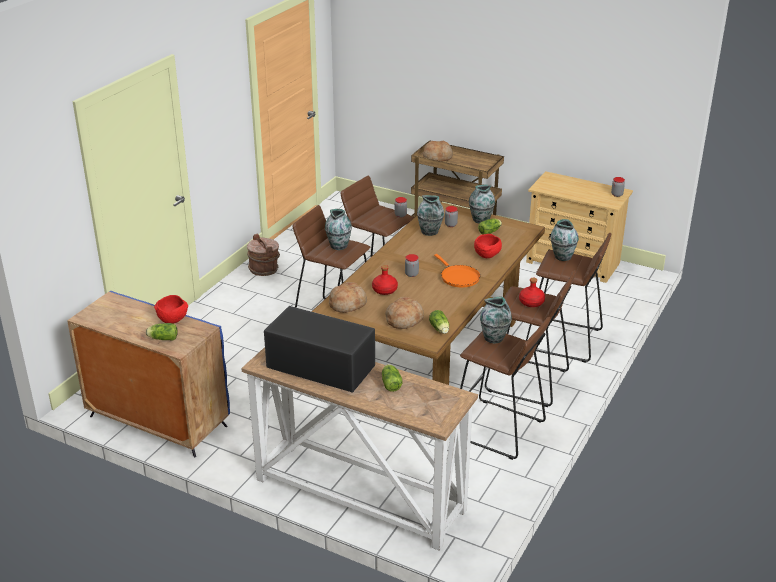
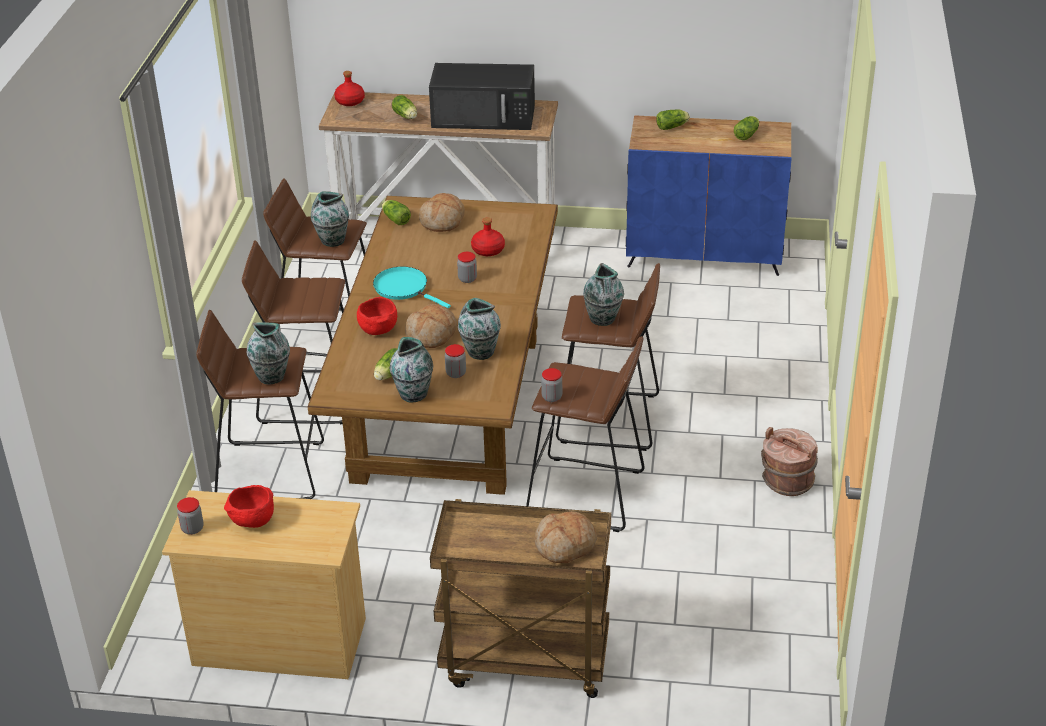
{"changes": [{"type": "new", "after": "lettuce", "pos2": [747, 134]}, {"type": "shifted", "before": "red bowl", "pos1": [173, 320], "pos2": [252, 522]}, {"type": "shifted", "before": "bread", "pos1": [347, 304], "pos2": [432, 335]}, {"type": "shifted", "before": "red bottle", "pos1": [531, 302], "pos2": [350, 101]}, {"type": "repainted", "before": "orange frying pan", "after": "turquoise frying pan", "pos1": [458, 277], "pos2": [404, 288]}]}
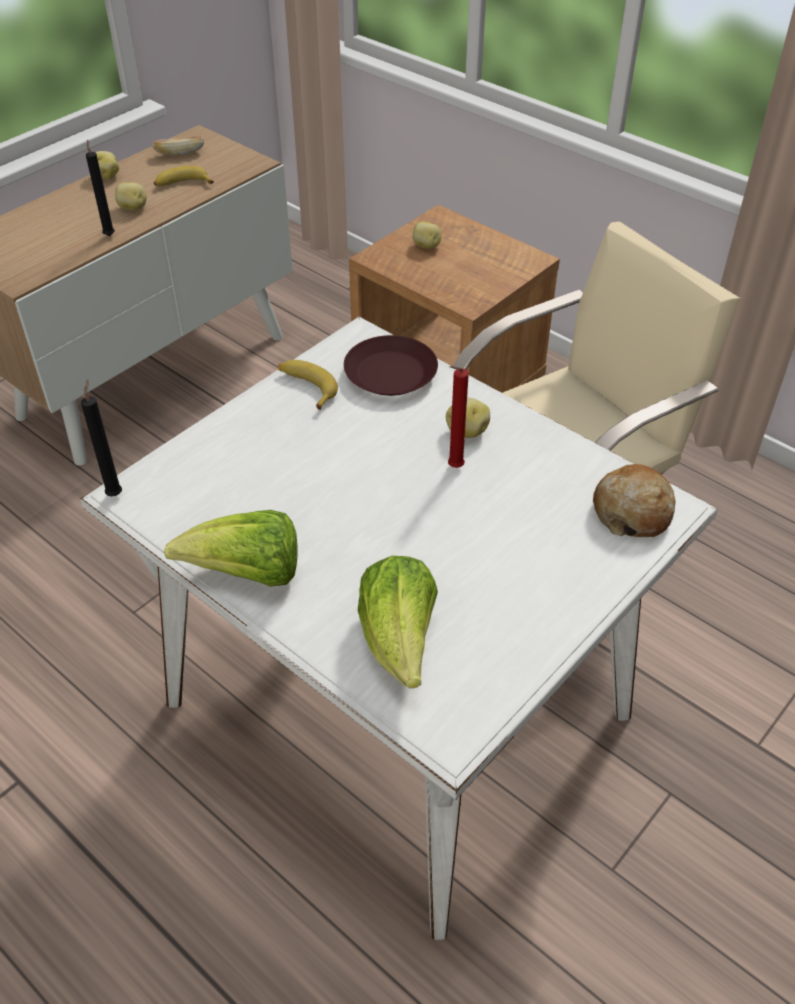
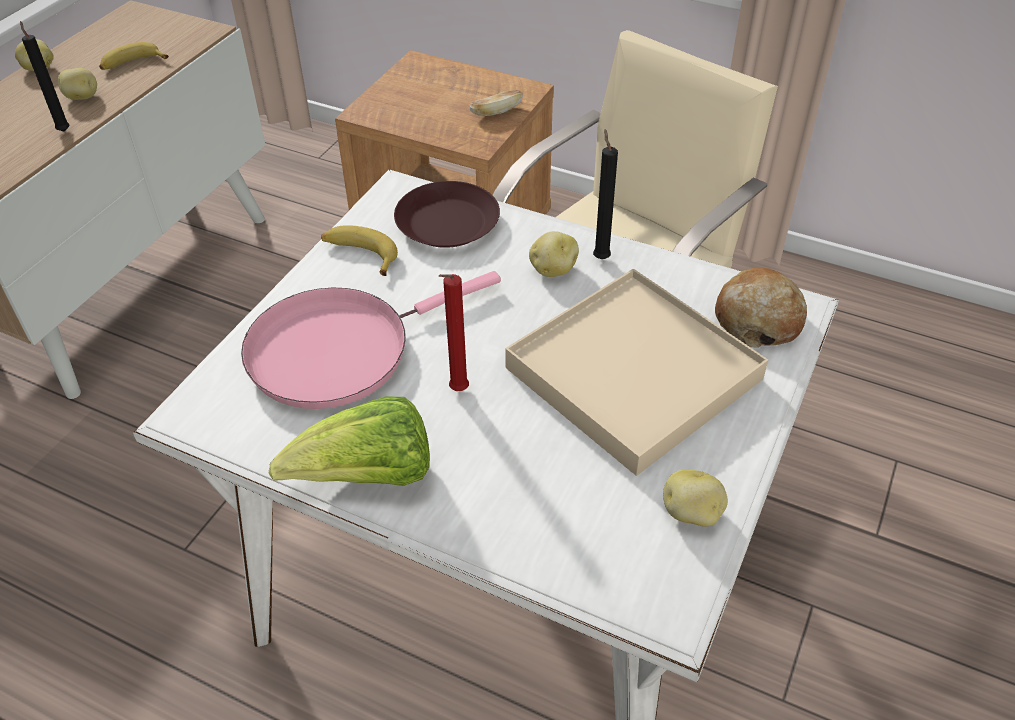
{"changes": [{"type": "gone", "before": "lettuce", "pos1": [399, 641]}, {"type": "new", "after": "pink frying pan", "pos2": [339, 350]}, {"type": "new", "after": "beige tray", "pos2": [632, 373]}, {"type": "shifted", "before": "black candle", "pos1": [115, 493], "pos2": [600, 257]}, {"type": "shifted", "before": "bread", "pos1": [179, 153], "pos2": [496, 112]}, {"type": "shifted", "before": "potato", "pos1": [426, 246], "pos2": [692, 514]}, {"type": "shifted", "before": "red candle", "pos1": [453, 468], "pos2": [456, 391]}]}
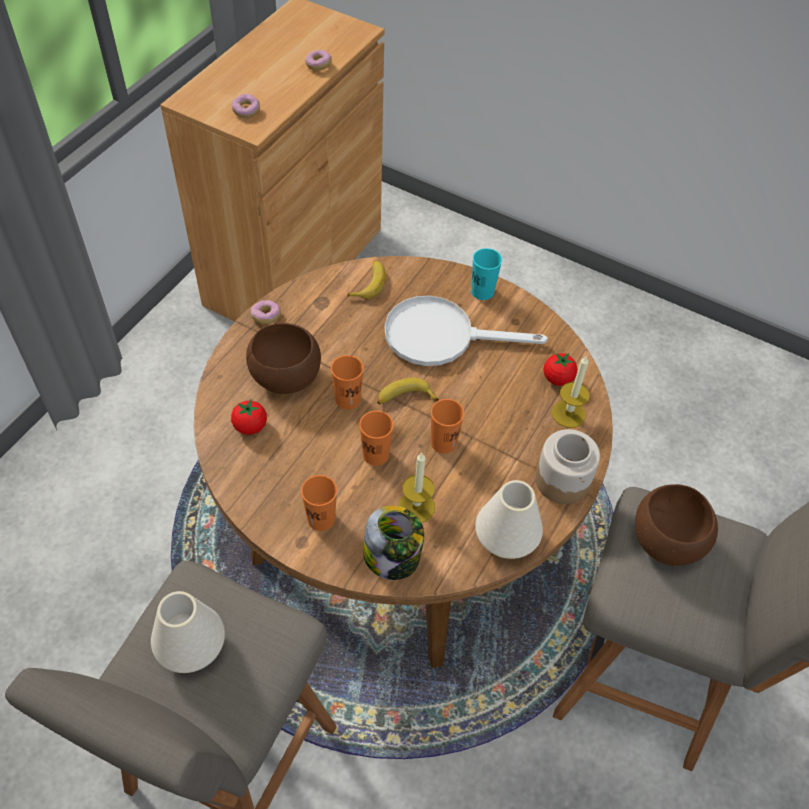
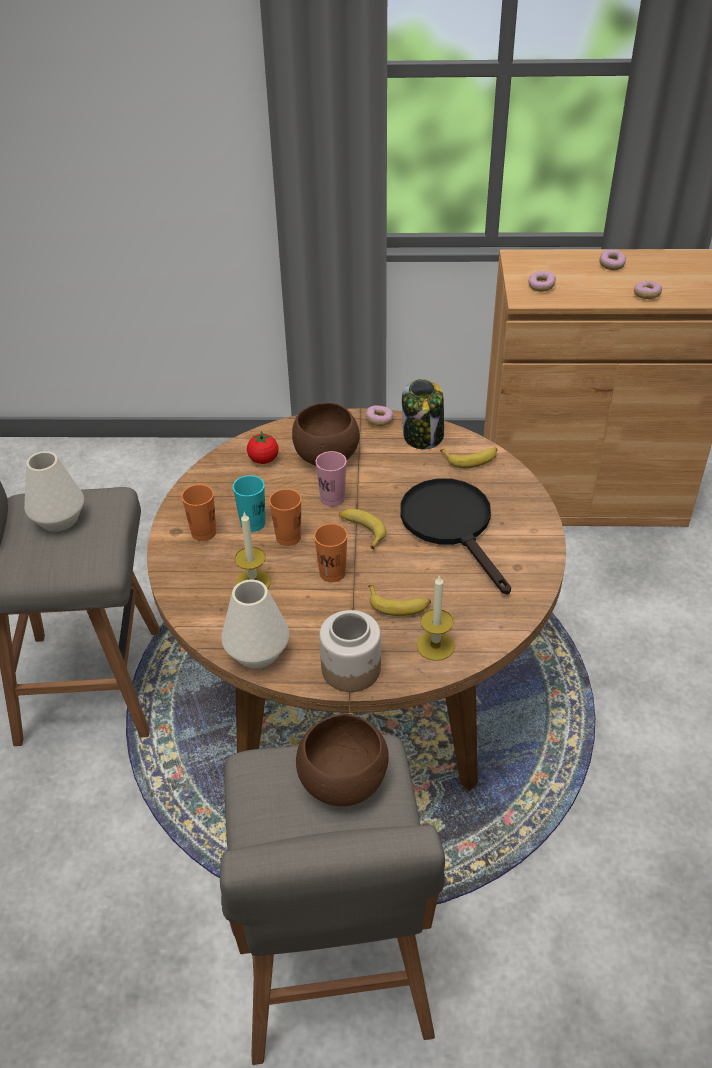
{"changes": [{"type": "gone", "before": "tomato", "pos1": [557, 378]}, {"type": "new", "after": "banana", "pos2": [399, 605]}, {"type": "new", "after": "donut", "pos2": [611, 265]}, {"type": "shifted", "before": "jar", "pos1": [392, 557], "pos2": [423, 436]}, {"type": "shifted", "before": "turquoise cup", "pos1": [482, 292], "pos2": [253, 523]}, {"type": "repainted", "before": "orange cup", "after": "pink cup", "pos1": [347, 399], "pos2": [332, 499]}, {"type": "repainted", "before": "white frying pan", "after": "black frying pan", "pos1": [441, 336], "pos2": [452, 526]}]}
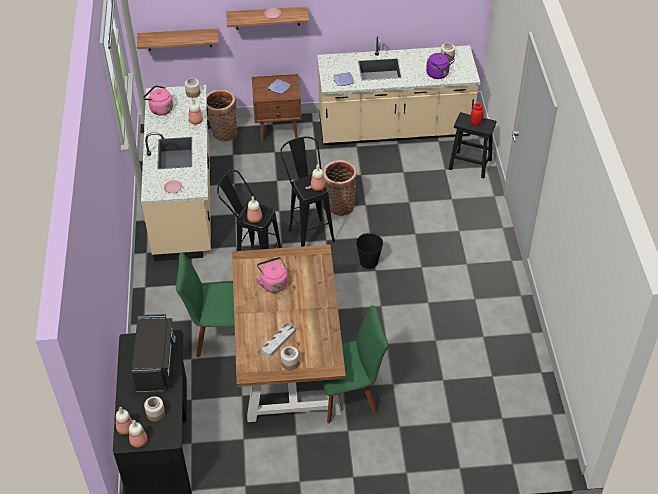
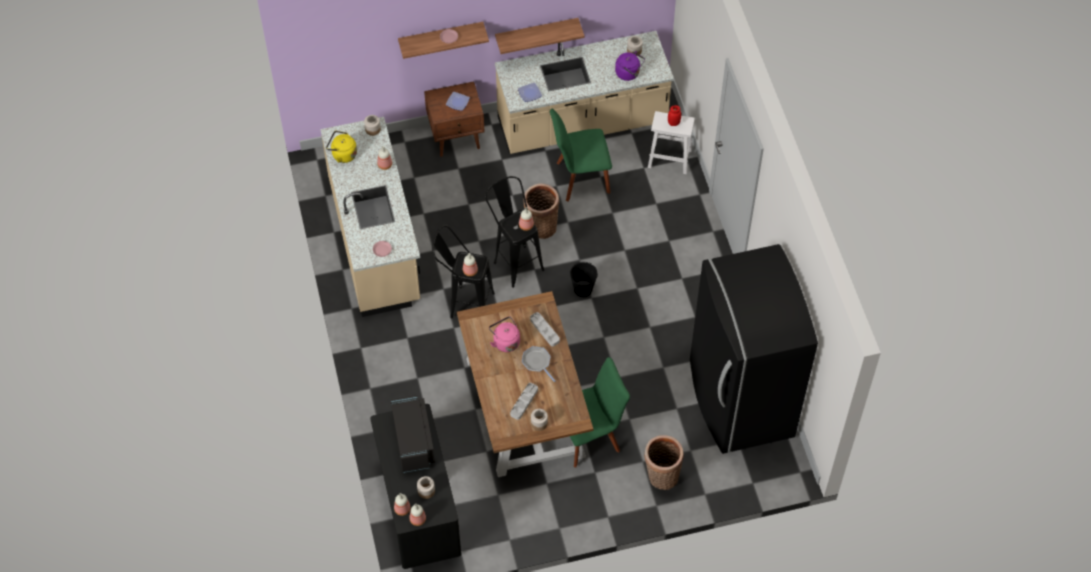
{"changes": [{"type": "new", "after": "frying pan", "pos2": [537, 362]}, {"type": "new", "after": "grey tray", "pos2": [544, 330]}, {"type": "new", "after": "black fridge", "pos2": [739, 399]}, {"type": "shifted", "before": "shelf", "pos1": [179, 39], "pos2": [536, 33]}, {"type": "shifted", "before": "green chair", "pos1": [218, 335], "pos2": [580, 178]}, {"type": "shifted", "before": "basket", "pos1": [223, 133], "pos2": [661, 476]}, {"type": "repainted", "before": "pink kettle", "after": "yellow kettle", "pos1": [160, 109], "pos2": [342, 154]}, {"type": "repainted", "before": "black stool", "after": "white stool", "pos1": [471, 164], "pos2": [670, 158]}]}
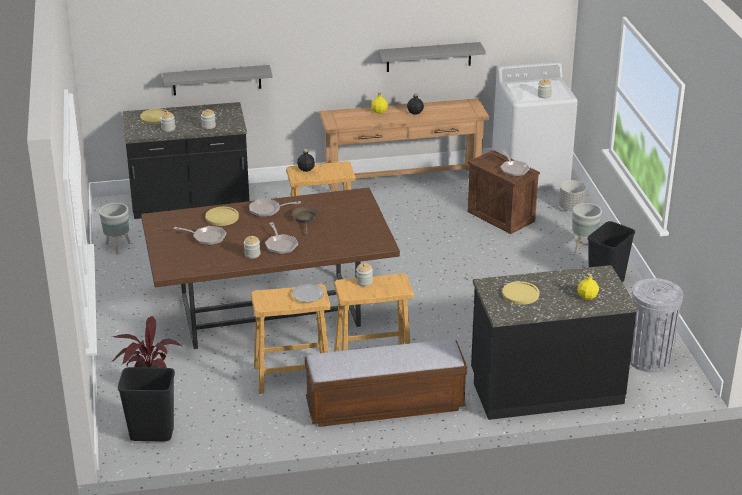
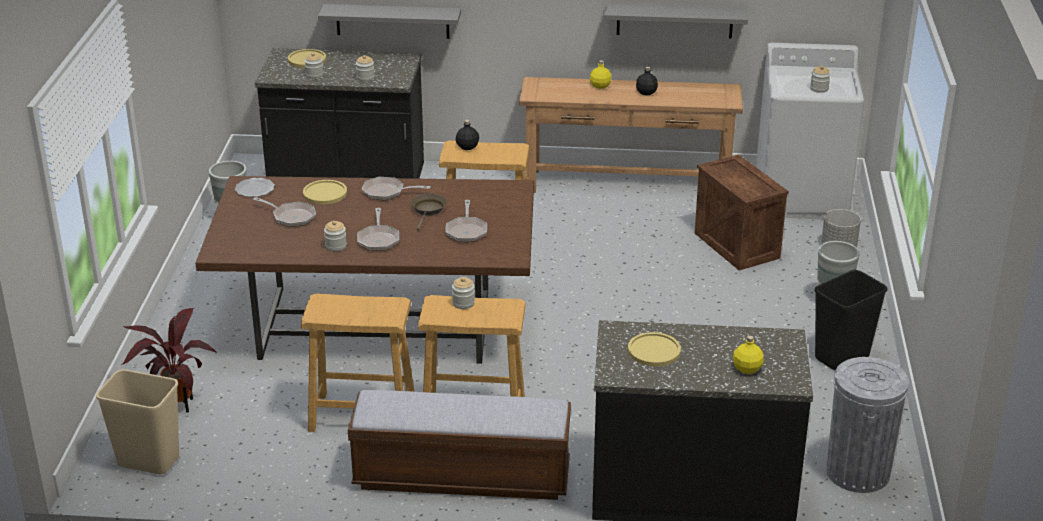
{"changes": [{"type": "shifted", "before": "plate", "pos1": [307, 294], "pos2": [254, 189]}, {"type": "shifted", "before": "frying pan", "pos1": [513, 169], "pos2": [466, 231]}, {"type": "repainted", "before": "black trash can", "after": "beige trash can", "pos1": [151, 434], "pos2": [148, 462]}]}
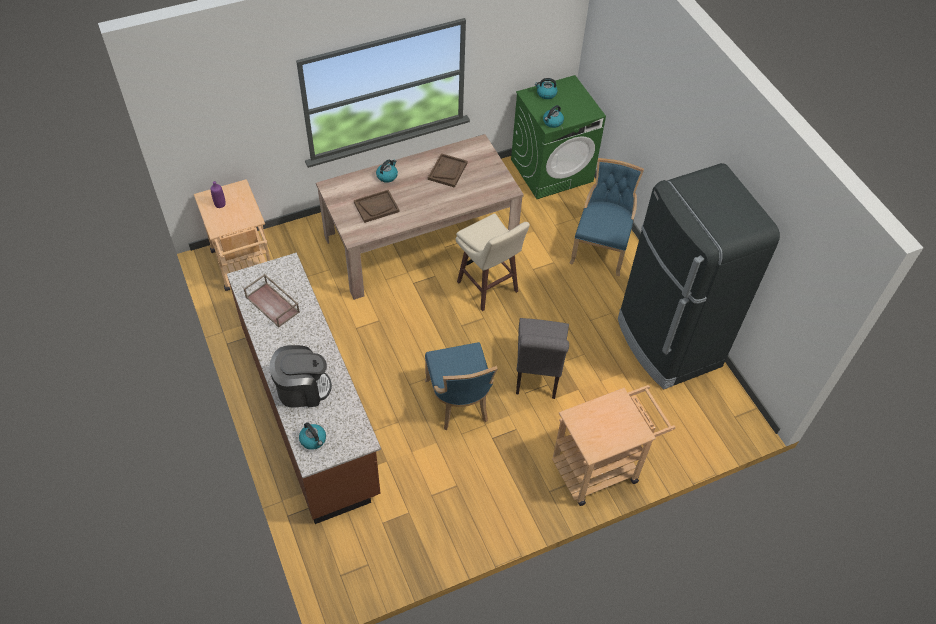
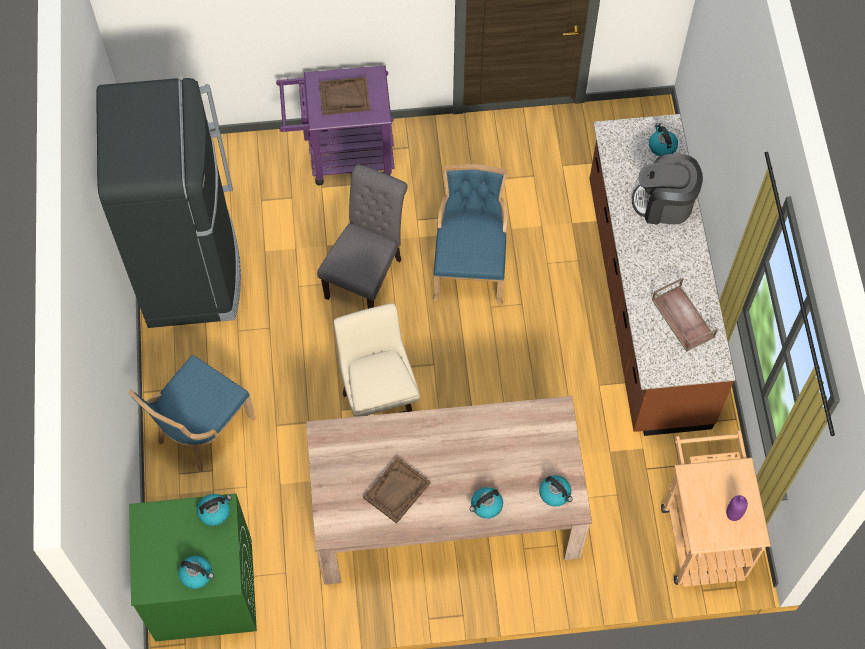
{"changes": [{"type": "new", "after": "kettle", "pos2": [555, 493]}, {"type": "shifted", "before": "brown tray", "pos1": [376, 207], "pos2": [344, 97]}, {"type": "repainted", "before": "beige cart", "after": "purple cart", "pos1": [602, 467], "pos2": [342, 156]}]}
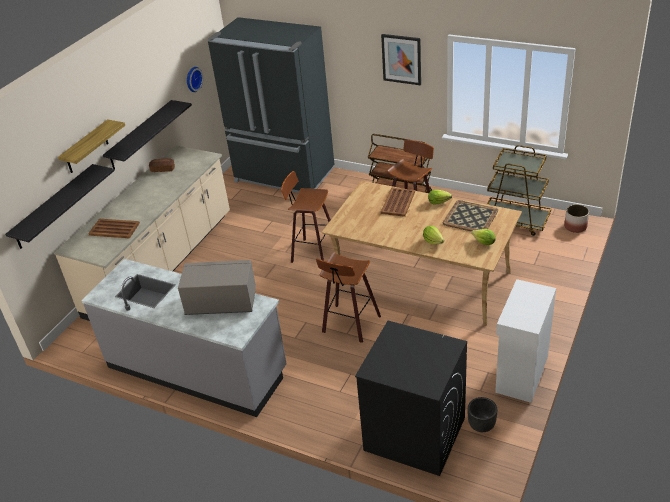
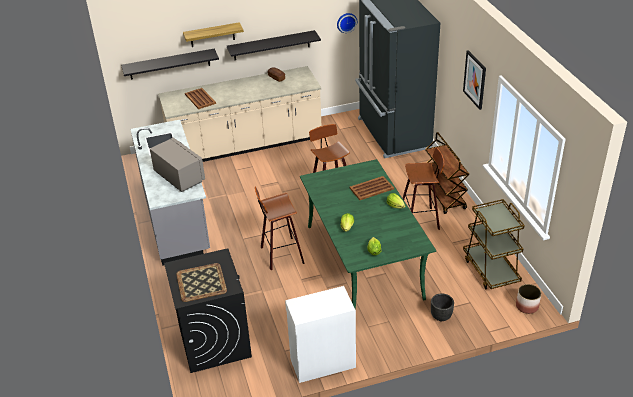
{"changes": [{"type": "shifted", "before": "tray", "pos1": [471, 217], "pos2": [202, 283]}, {"type": "shifted", "before": "black planter", "pos1": [482, 426], "pos2": [441, 317]}, {"type": "repainted", "before": "beige dining table", "after": "green dining table", "pos1": [422, 280], "pos2": [363, 261]}]}
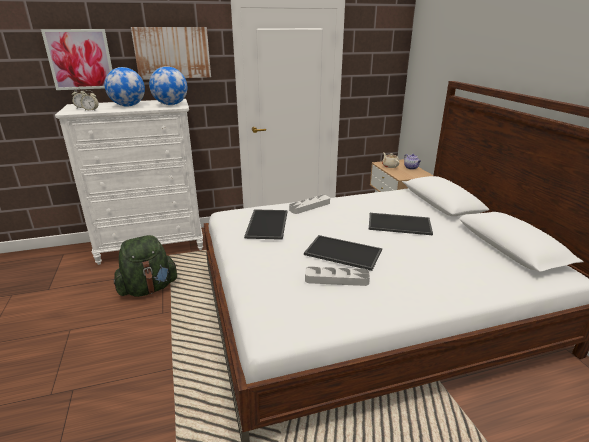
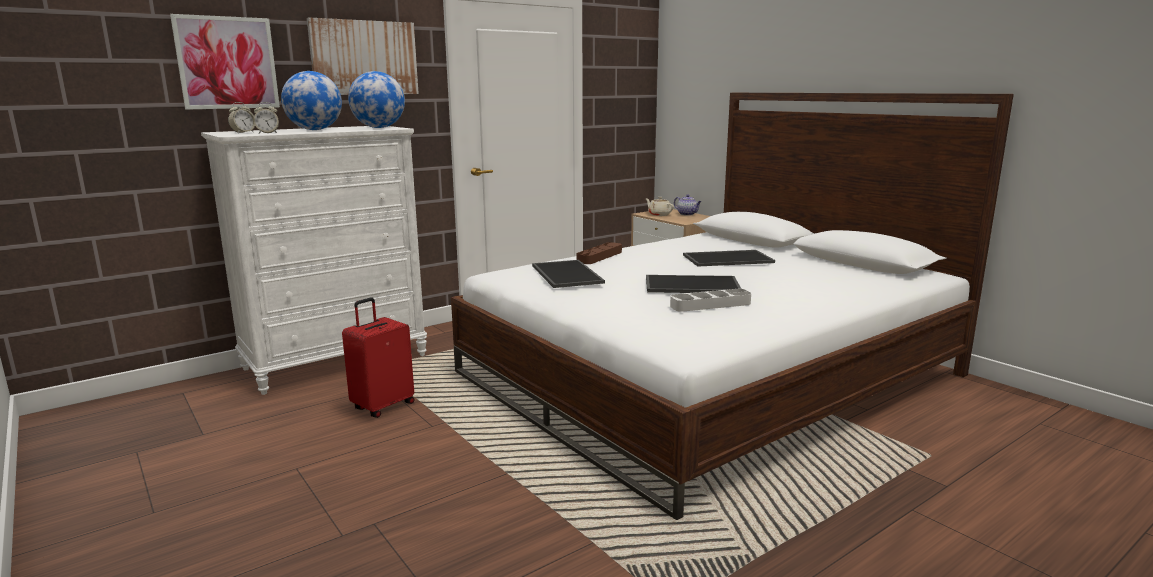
{"changes": [{"type": "swapped", "before": "green backpack", "after": "red suitcase", "pos1": [148, 289], "pos2": [382, 406]}, {"type": "repainted", "before": "grey tray", "after": "brown tray", "pos1": [310, 206], "pos2": [599, 257]}]}
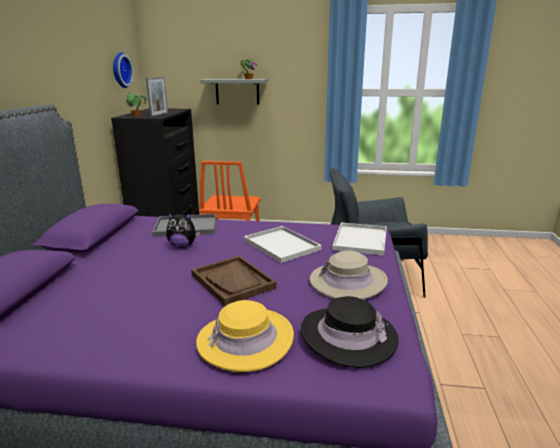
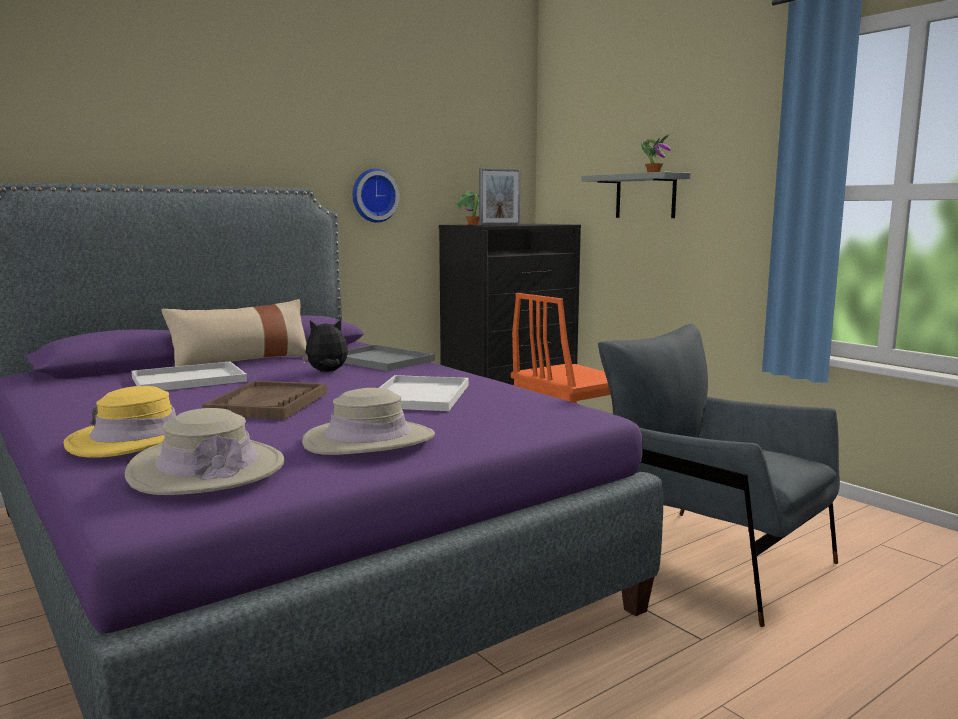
{"changes": [{"type": "new", "after": "beige pillow", "pos2": [242, 361]}, {"type": "shifted", "before": "wall clock", "pos1": [120, 70], "pos2": [373, 195]}, {"type": "shifted", "before": "white tray", "pos1": [361, 240], "pos2": [186, 380]}, {"type": "repainted", "before": "black hat", "after": "beige hat", "pos1": [348, 336], "pos2": [207, 468]}, {"type": "rotated", "before": "plush toy", "pos1": [183, 246], "pos2": [327, 372], "turn": 120}]}
